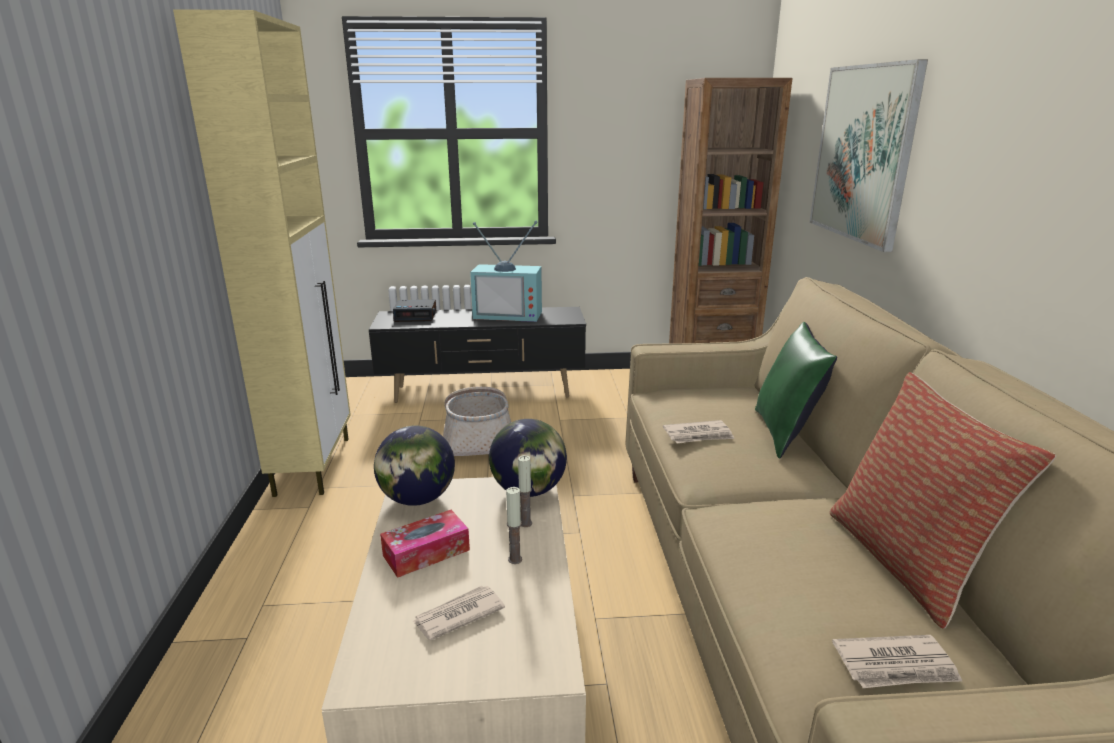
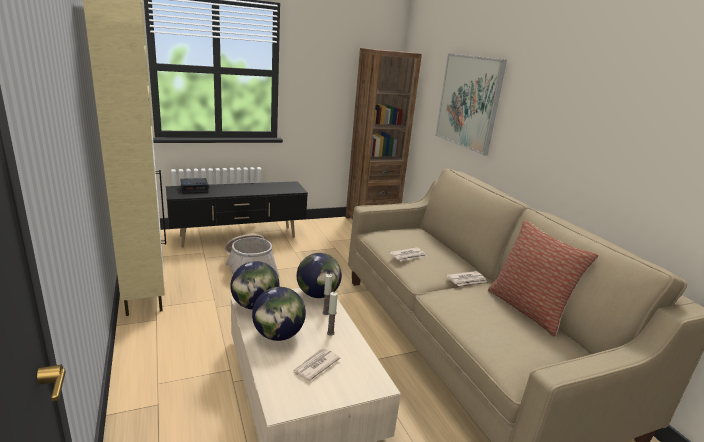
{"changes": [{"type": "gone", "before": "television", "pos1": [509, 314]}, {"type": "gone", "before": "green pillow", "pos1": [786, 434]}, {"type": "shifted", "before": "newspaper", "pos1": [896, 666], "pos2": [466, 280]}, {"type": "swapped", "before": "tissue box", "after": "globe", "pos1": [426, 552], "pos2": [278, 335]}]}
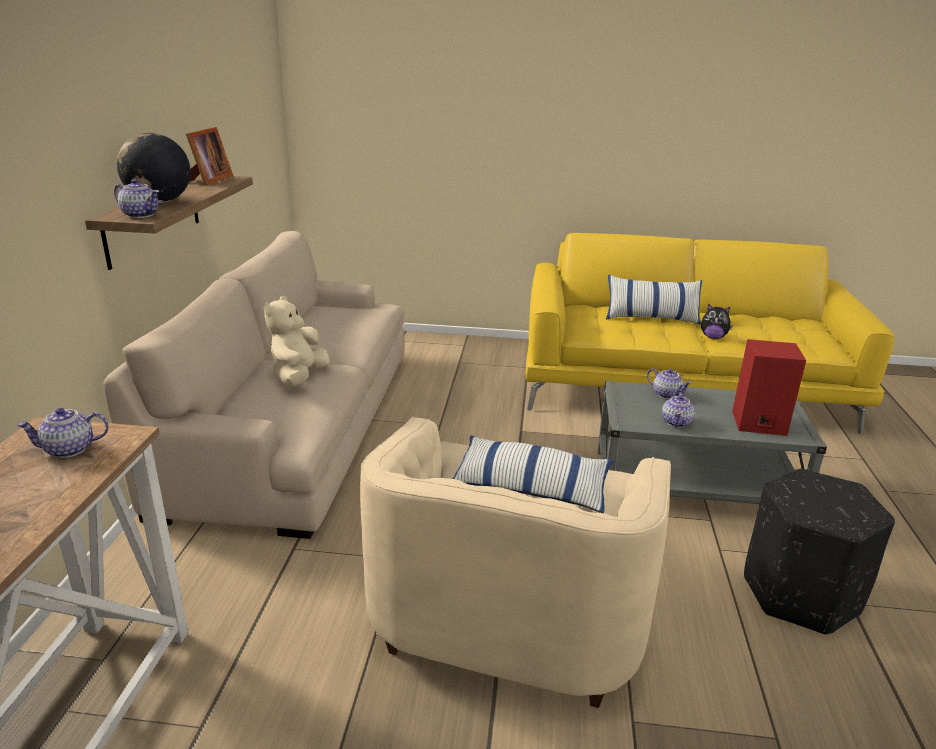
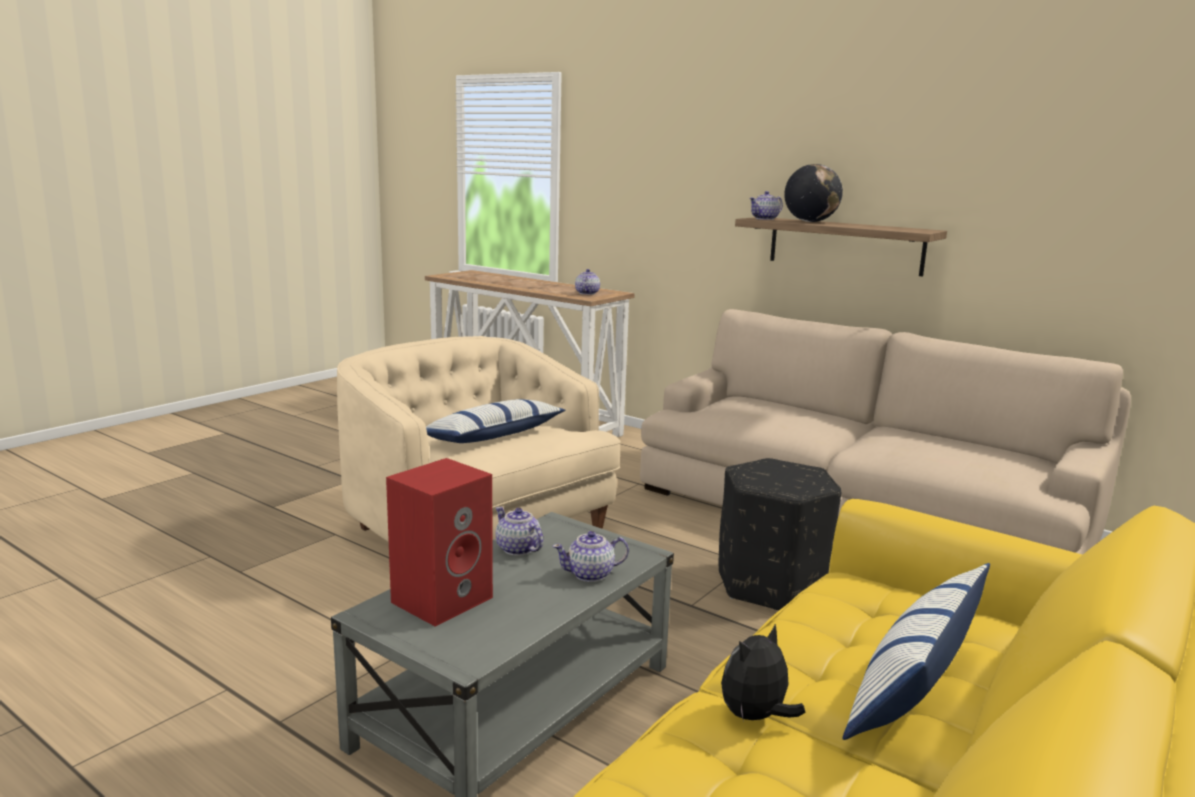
{"changes": [{"type": "gone", "before": "picture frame", "pos1": [208, 180]}, {"type": "gone", "before": "beige plush toy", "pos1": [299, 377]}, {"type": "shifted", "before": "black ottoman", "pos1": [799, 594], "pos2": [771, 585]}]}
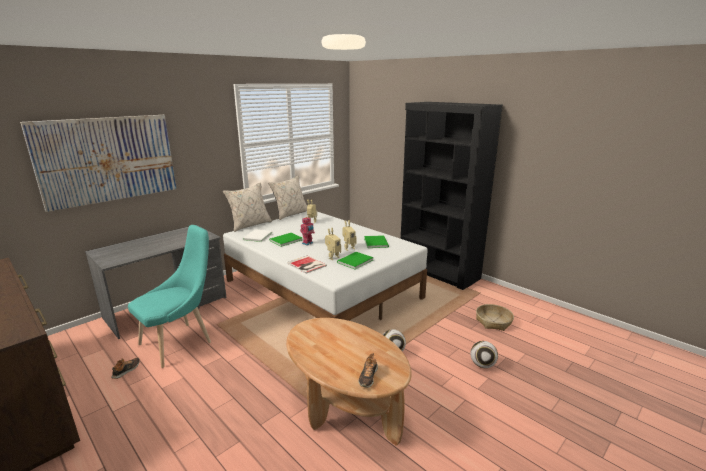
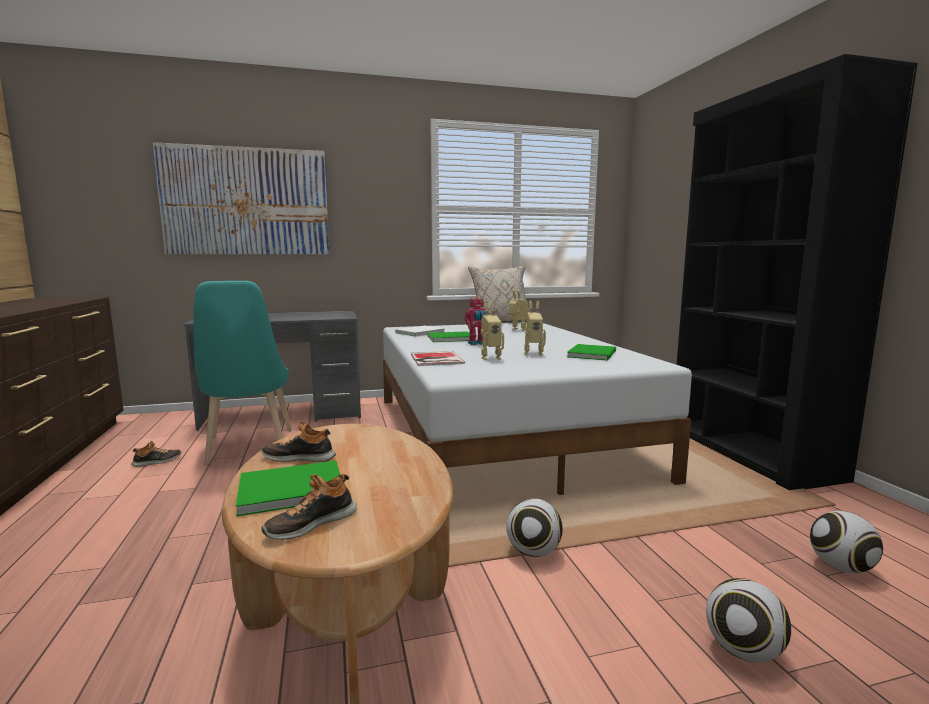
{"changes": [{"type": "gone", "before": "beige pillow", "pos1": [249, 225]}, {"type": "new", "after": "shoe", "pos2": [299, 458]}, {"type": "shifted", "before": "green book", "pos1": [354, 261], "pos2": [288, 489]}, {"type": "swapped", "before": "basket", "after": "football", "pos1": [493, 322], "pos2": [841, 567]}, {"type": "rotated", "before": "turquoise chair", "pos1": [180, 342], "pos2": [248, 449], "turn": 90}]}
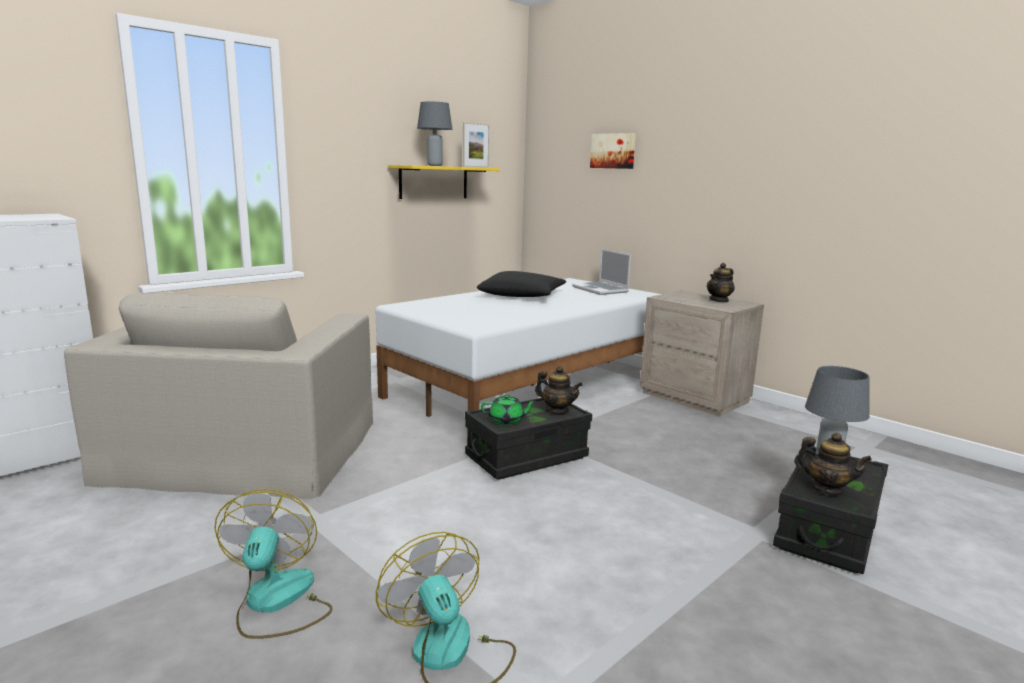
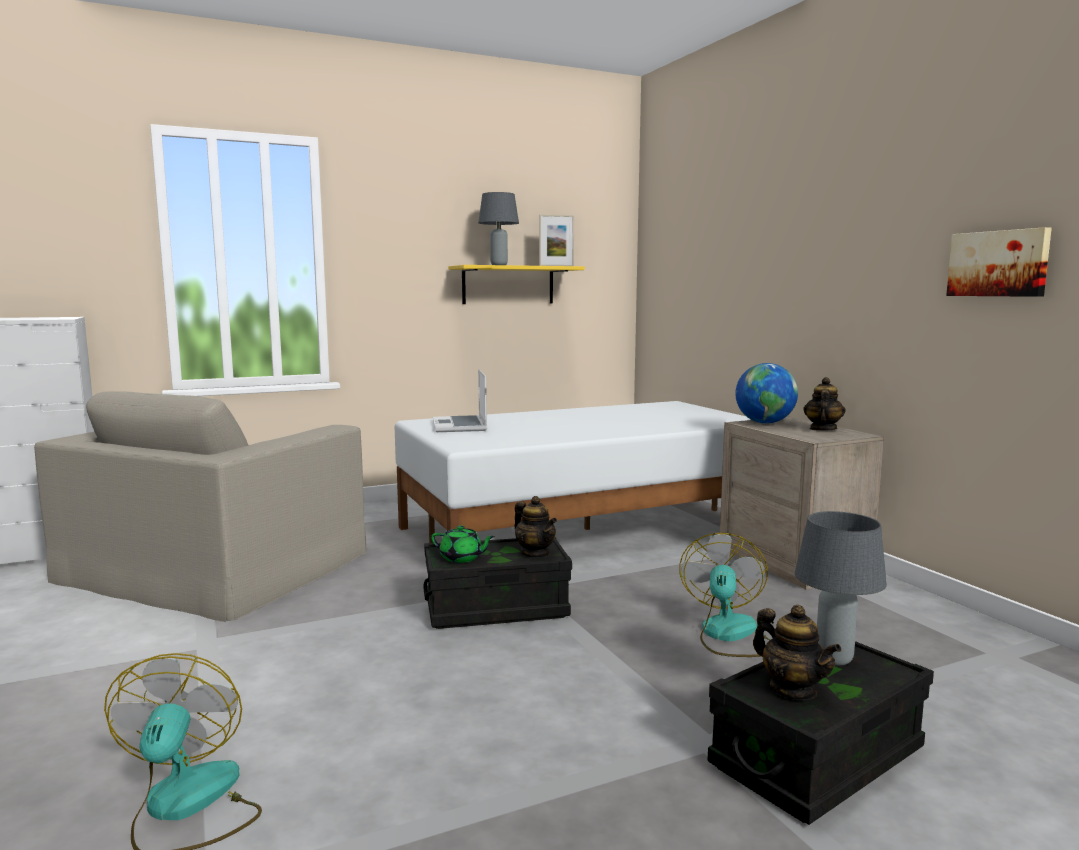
{"changes": [{"type": "gone", "before": "black pillow", "pos1": [522, 295]}, {"type": "new", "after": "globe", "pos2": [764, 423]}, {"type": "shifted", "before": "fan", "pos1": [276, 602], "pos2": [730, 636]}, {"type": "shifted", "before": "laptop", "pos1": [601, 290], "pos2": [460, 426]}, {"type": "shifted", "before": "picture", "pos1": [613, 151], "pos2": [998, 263]}, {"type": "rotated", "before": "teapot", "pos1": [719, 300], "pos2": [822, 429], "turn": 135}]}
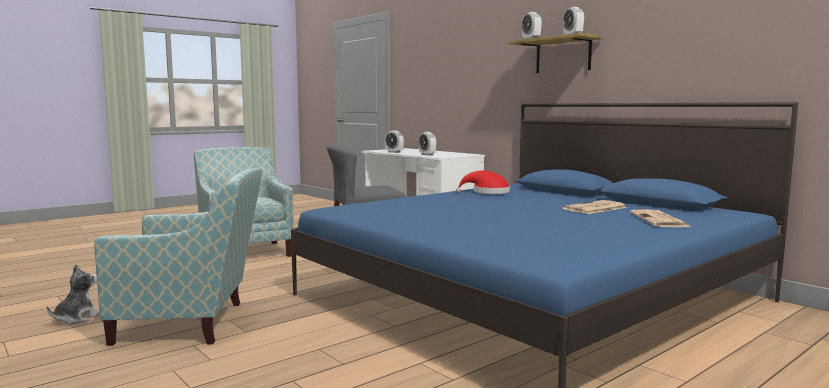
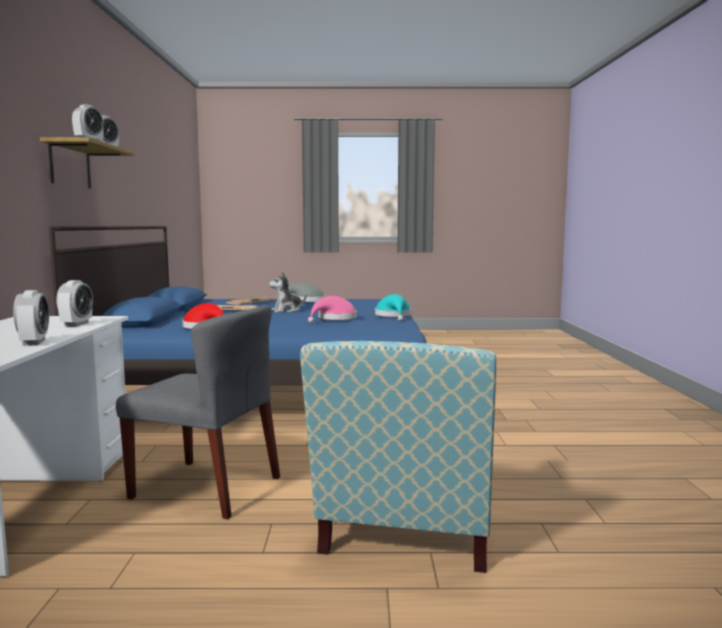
{"changes": [{"type": "gone", "before": "armchair", "pos1": [193, 323]}, {"type": "new", "after": "grey hat", "pos2": [306, 301]}, {"type": "new", "after": "pink hat", "pos2": [334, 319]}, {"type": "new", "after": "turquoise hat", "pos2": [394, 316]}, {"type": "shifted", "before": "plush toy", "pos1": [76, 318], "pos2": [286, 311]}]}
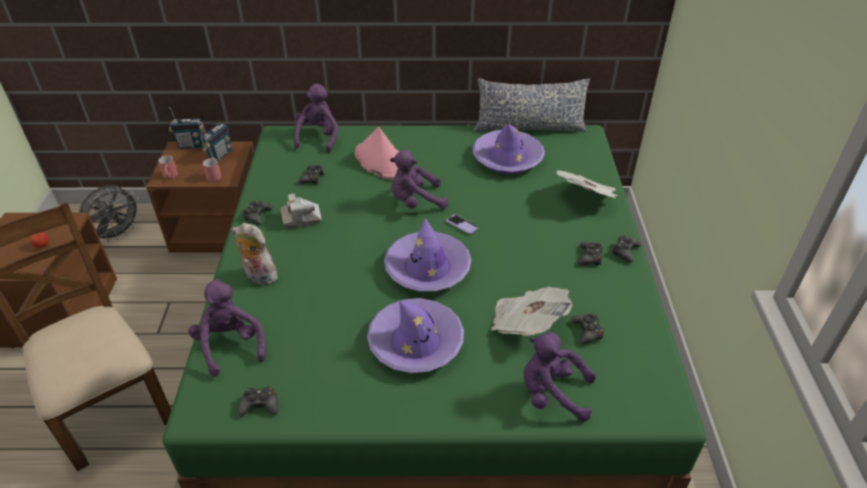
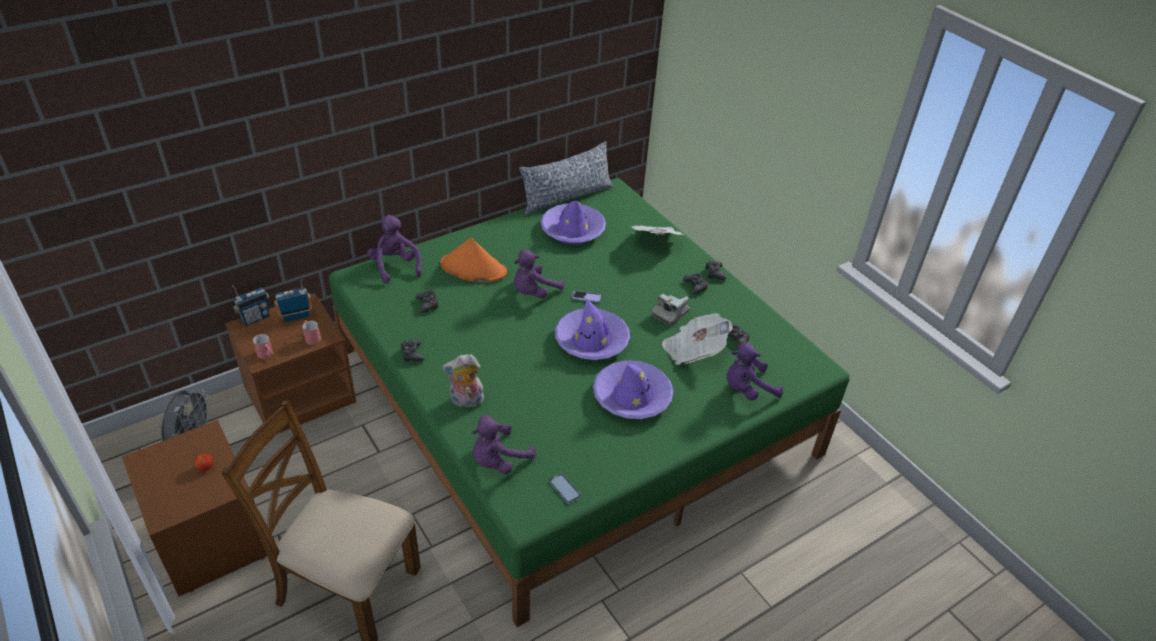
{"changes": [{"type": "shifted", "before": "photo camera", "pos1": [301, 218], "pos2": [670, 313]}, {"type": "swapped", "before": "black game controller", "after": "phone", "pos1": [260, 405], "pos2": [564, 489]}, {"type": "repainted", "before": "pink hat", "after": "orange hat", "pos1": [381, 161], "pos2": [473, 268]}, {"type": "rotated", "before": "purple plush toy", "pos1": [230, 345], "pos2": [498, 460], "turn": -75}, {"type": "rotated", "before": "radio", "pos1": [220, 155], "pos2": [296, 317], "turn": -105}]}
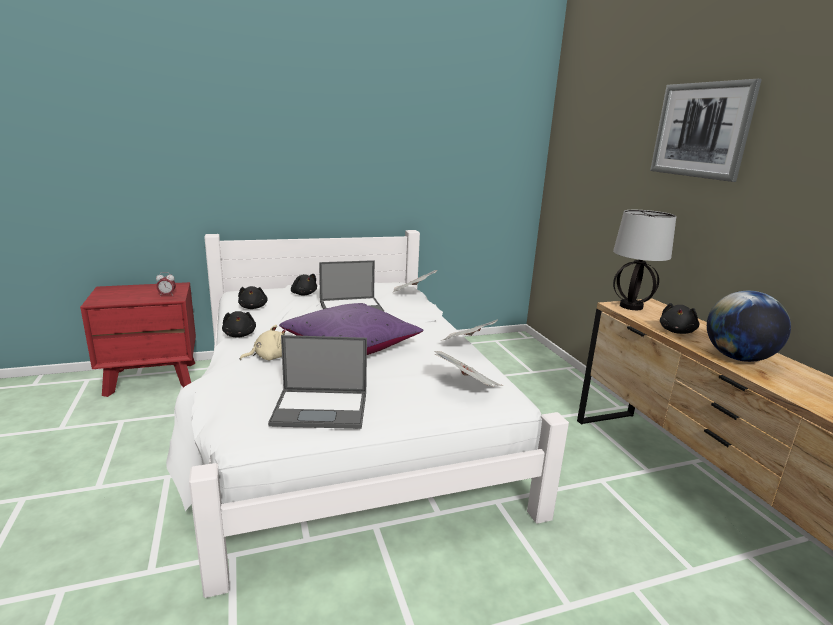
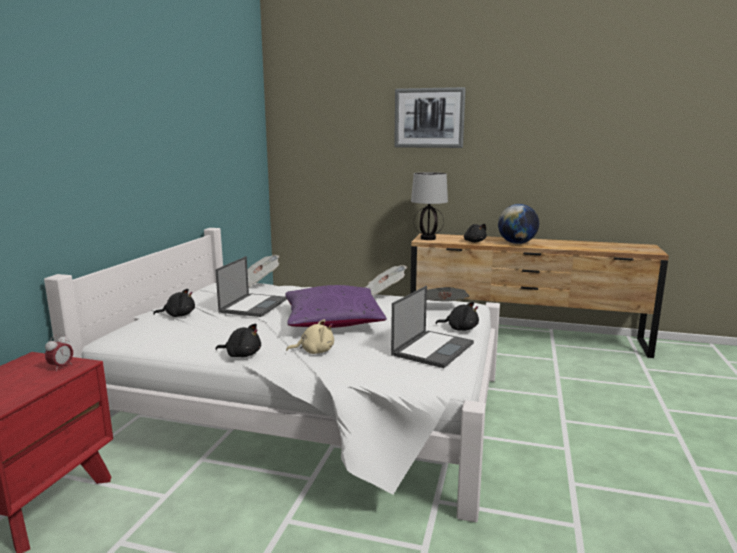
{"changes": [{"type": "shifted", "before": "black plush toy", "pos1": [253, 307], "pos2": [460, 329]}, {"type": "rotated", "before": "beige plush toy", "pos1": [268, 357], "pos2": [314, 351], "turn": 75}]}
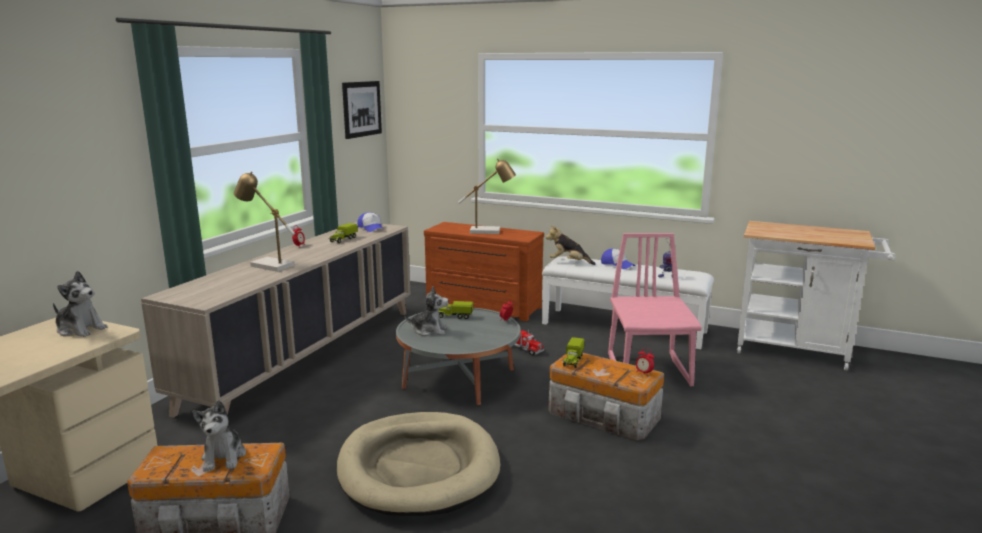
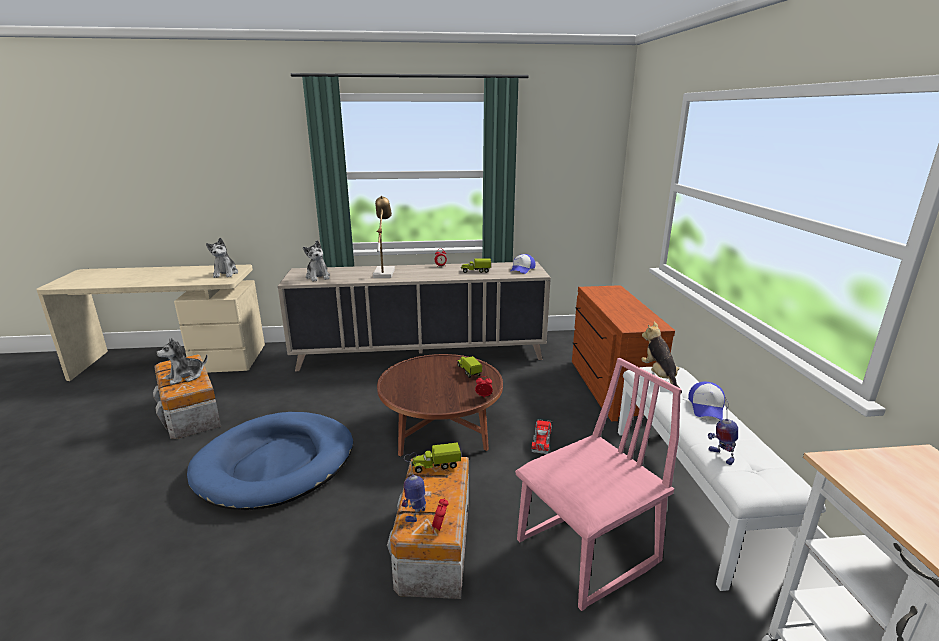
{"changes": [{"type": "gone", "before": "picture", "pos1": [362, 109]}, {"type": "gone", "before": "table lamp", "pos1": [489, 231]}, {"type": "new", "after": "toy robot", "pos2": [416, 512]}, {"type": "shifted", "before": "plush toy", "pos1": [429, 330], "pos2": [318, 277]}, {"type": "repainted", "before": "beige dog bed", "after": "blue dog bed", "pos1": [418, 468], "pos2": [276, 463]}, {"type": "repainted", "before": "grey coffee table", "after": "brown coffee table", "pos1": [459, 379], "pos2": [441, 428]}]}
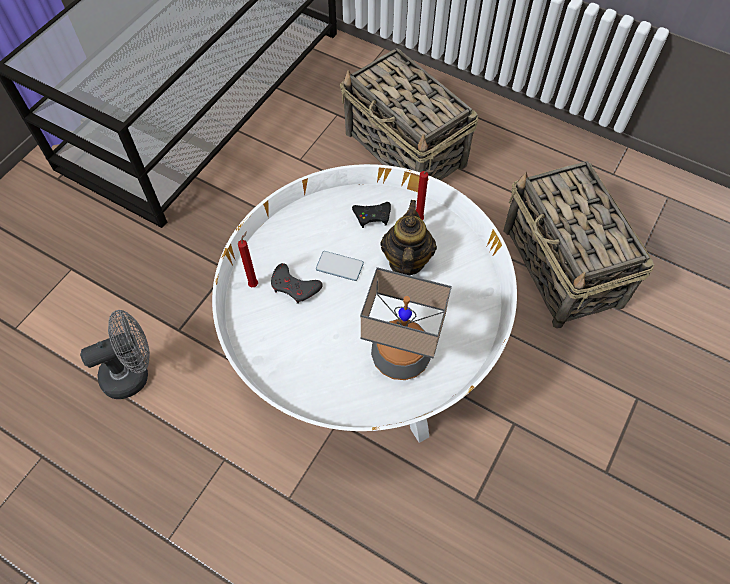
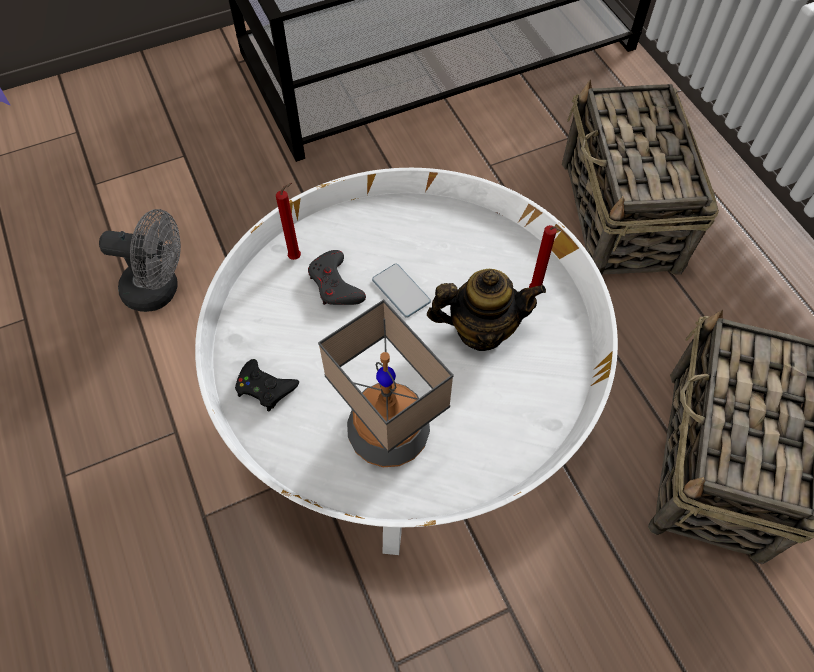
{"changes": [{"type": "shifted", "before": "black game controller", "pos1": [372, 216], "pos2": [265, 387]}, {"type": "rotated", "before": "teapot", "pos1": [406, 261], "pos2": [481, 329], "turn": 45}]}
